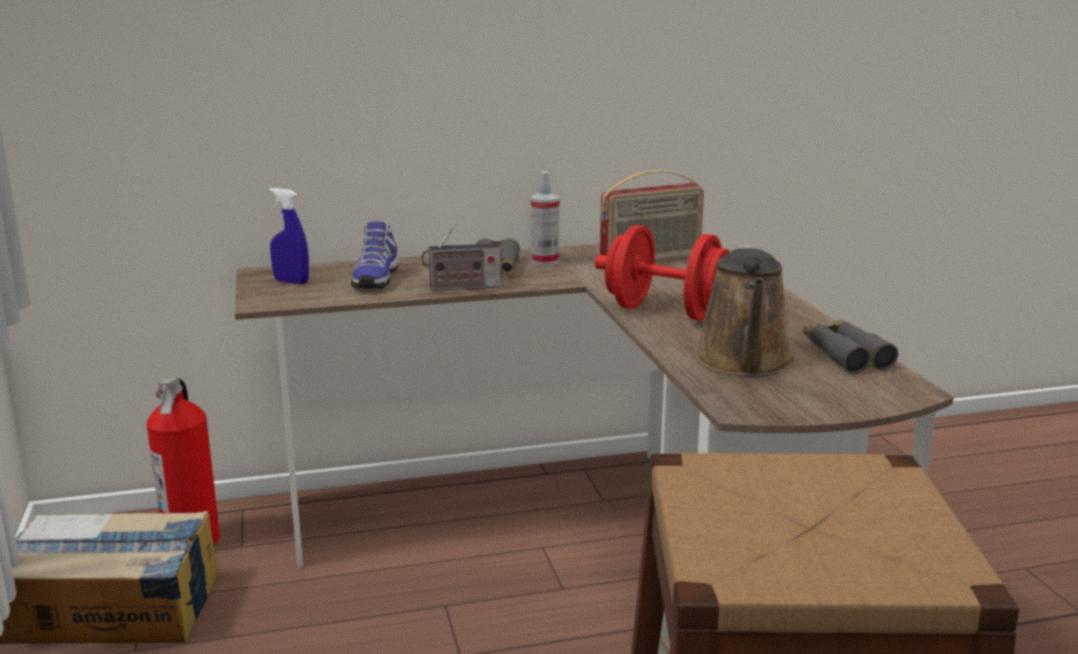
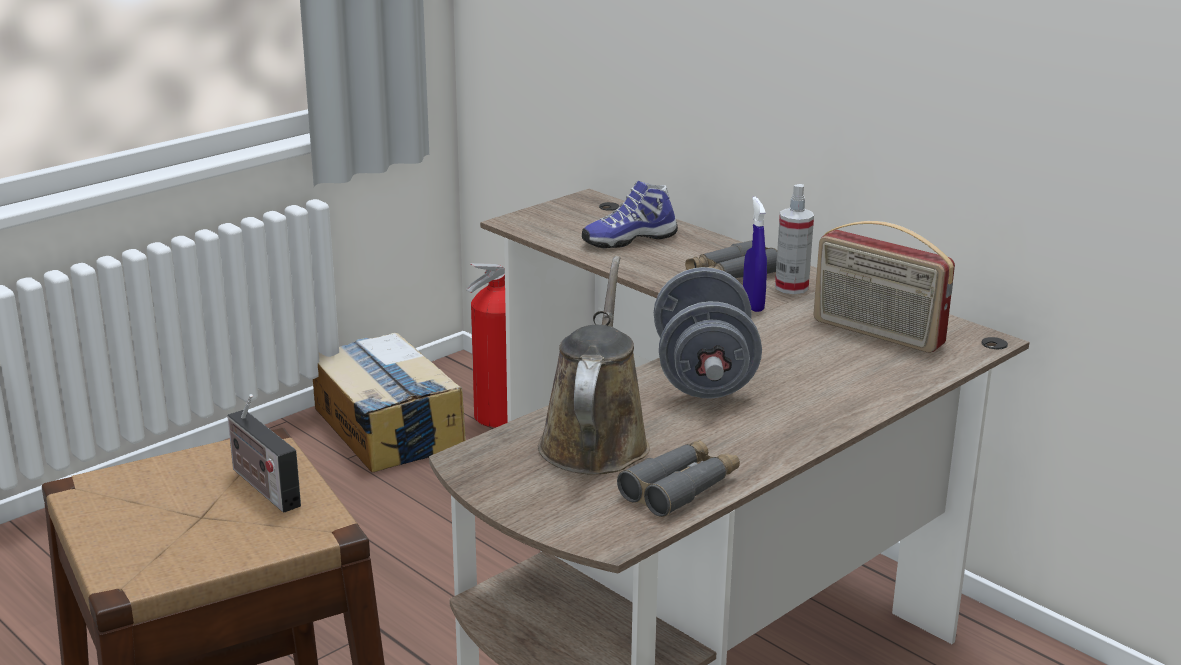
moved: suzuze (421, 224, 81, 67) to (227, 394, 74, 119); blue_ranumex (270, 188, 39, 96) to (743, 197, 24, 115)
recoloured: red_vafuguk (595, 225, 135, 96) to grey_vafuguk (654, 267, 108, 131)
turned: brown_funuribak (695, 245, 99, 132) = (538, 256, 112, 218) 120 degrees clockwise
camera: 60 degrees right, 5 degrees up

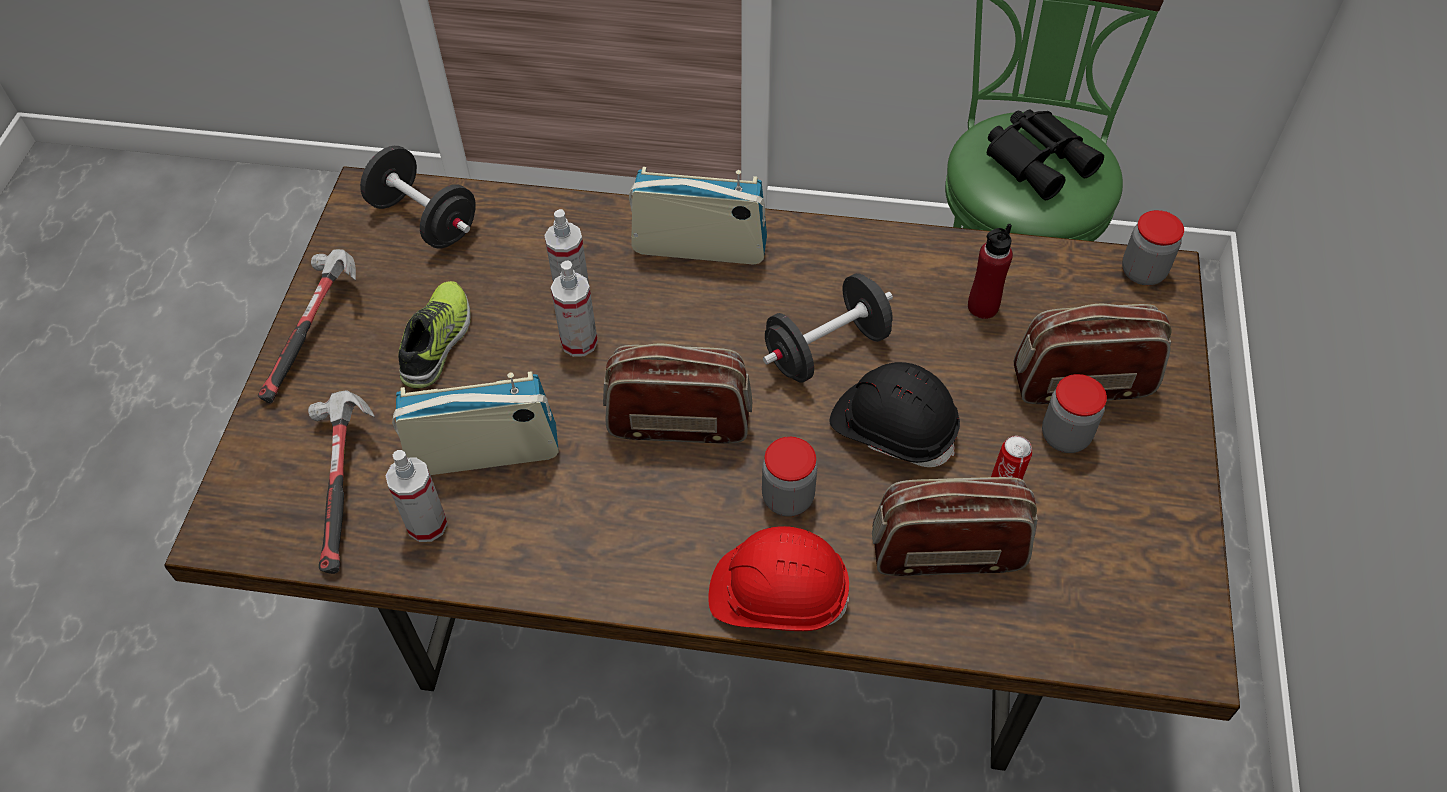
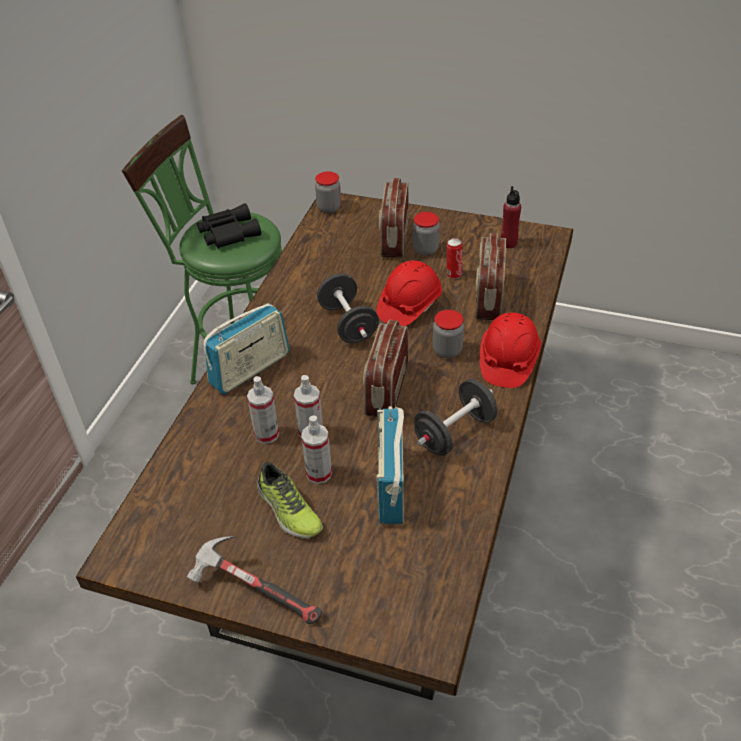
removed: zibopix (308, 390, 67, 184)
moved: ranumex (386, 450, 62, 92) to (301, 415, 31, 69); black_vafuguk (360, 146, 116, 102) to (414, 379, 83, 77); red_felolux (968, 224, 45, 95) to (500, 186, 21, 62)
recoloured: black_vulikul (830, 362, 130, 105) to red_vulikul (377, 260, 65, 66)
turned: suzuze (629, 167, 138, 98) = (203, 303, 87, 91) 150 degrees counterclockwise; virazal (398, 281, 73, 108) = (257, 462, 66, 76) 150 degrees counterclockwise
camera: 80 degrees left, 10 degrees down

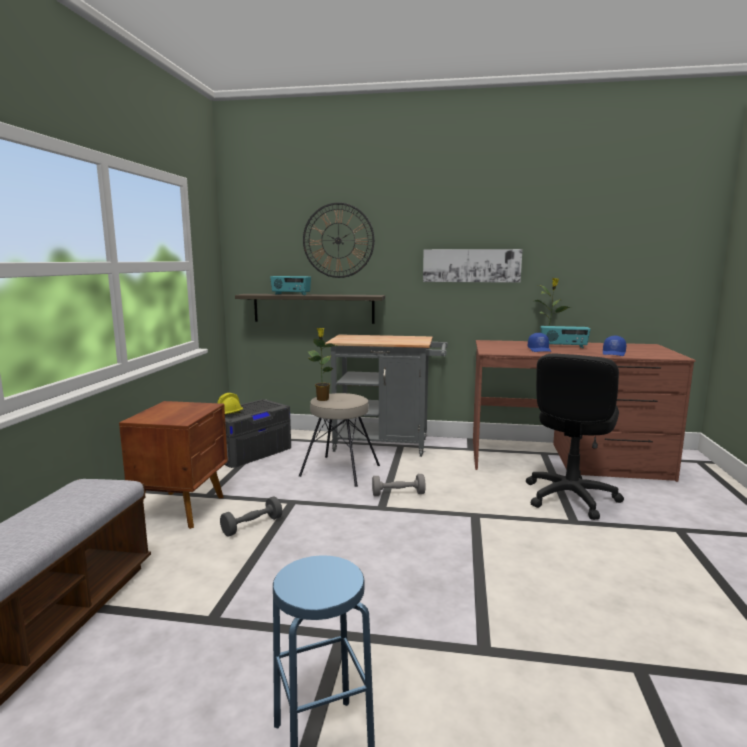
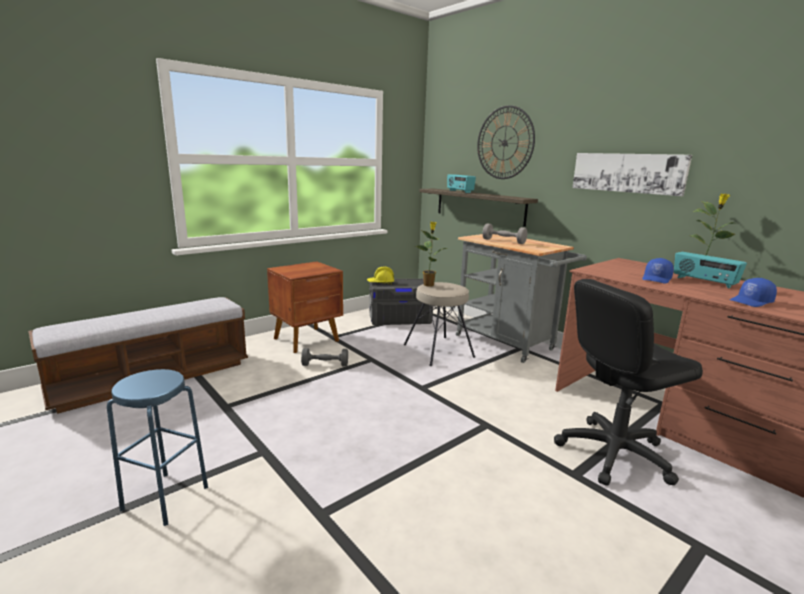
moved: grey_vafuguk (372, 474, 54, 22) to (482, 223, 45, 21)
camera: 40 degrees right, 5 degrees up

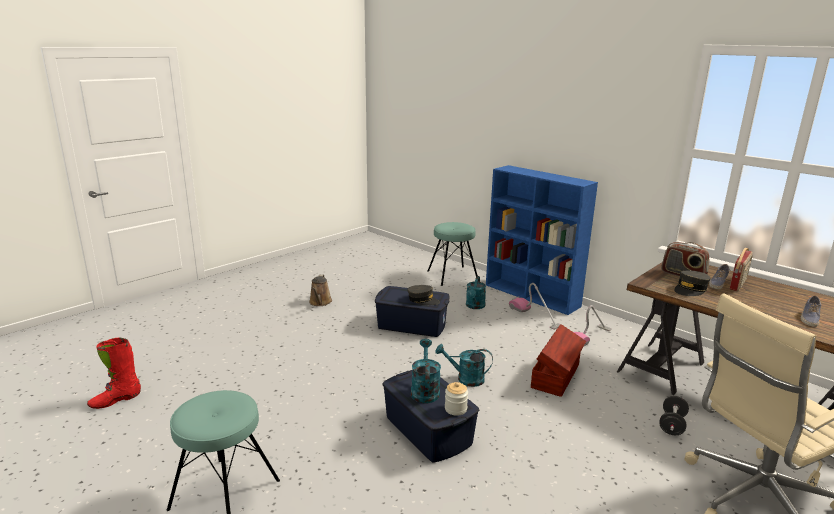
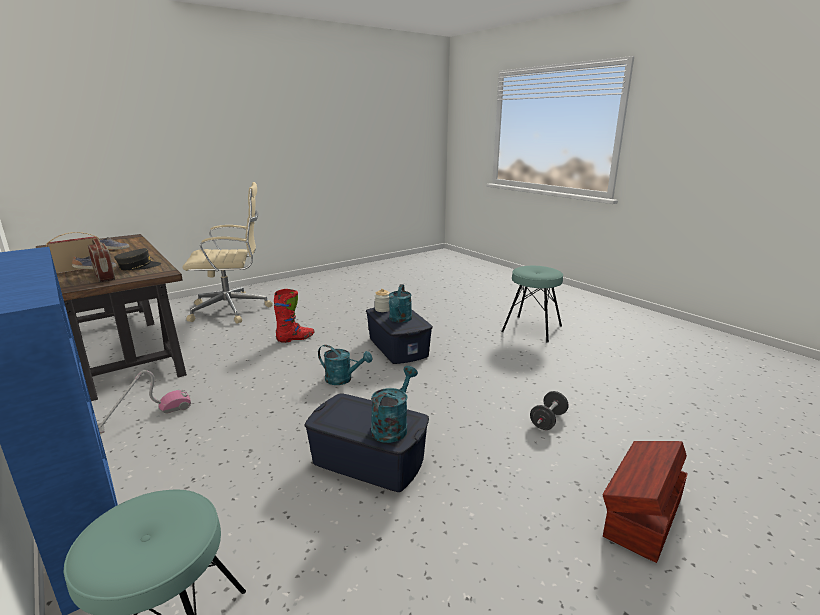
removed: brown_funuribak (309, 274, 23, 32); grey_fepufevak (407, 285, 33, 20); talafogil (509, 283, 51, 47)
moved: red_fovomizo (87, 338, 54, 71) to (274, 289, 41, 54); turquoise_funuribak (466, 276, 20, 33) to (371, 366, 47, 77); black_vafuguk (659, 396, 30, 39) to (530, 391, 39, 39); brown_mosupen (531, 324, 55, 73) to (602, 441, 86, 122)
camera: 170 degrees left, 0 degrees up

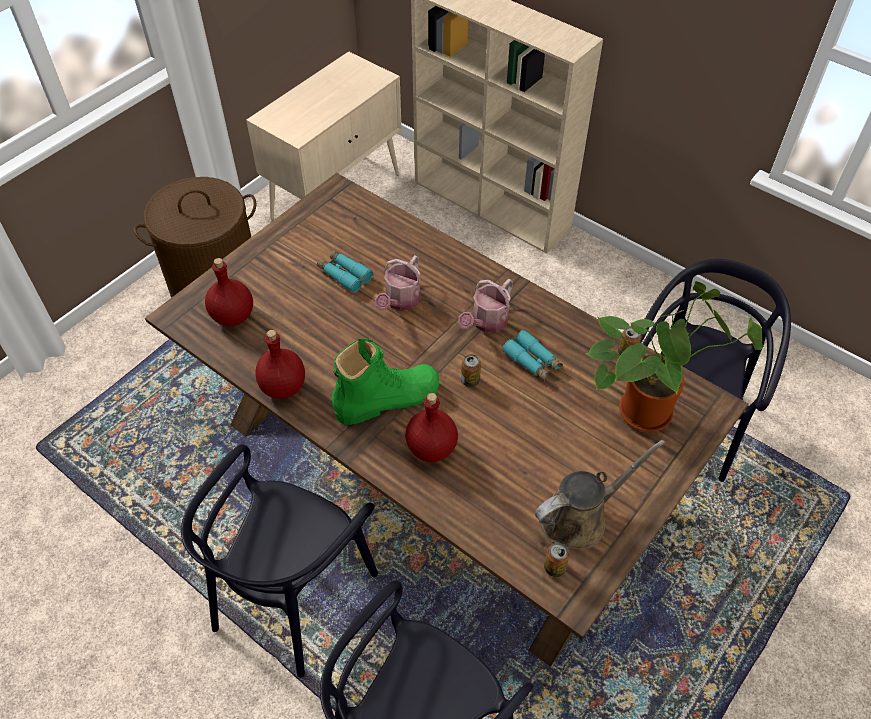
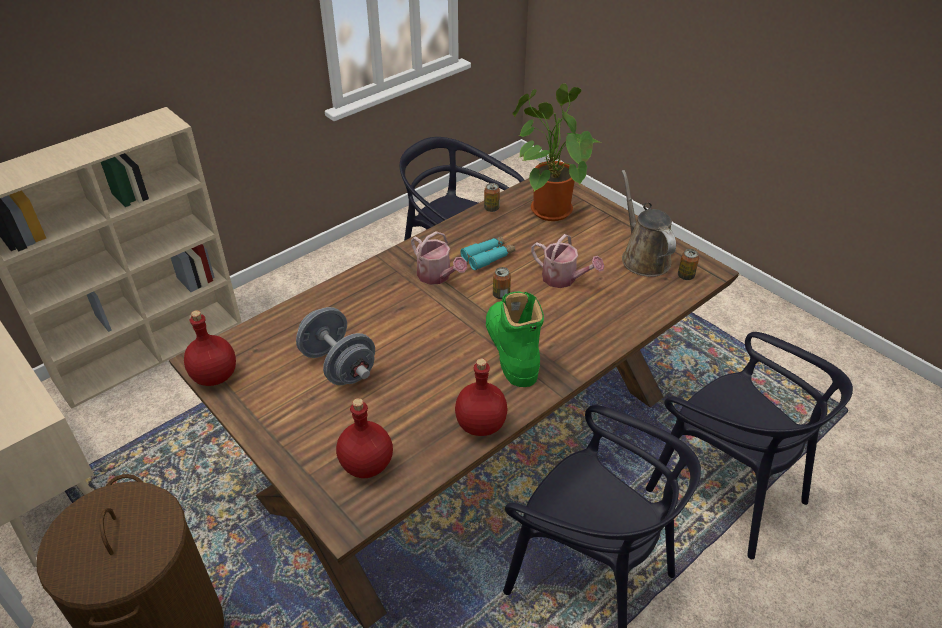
moved: red_felolux (405, 393, 53, 69) to (184, 310, 52, 76); funuribak (375, 255, 46, 56) to (531, 234, 73, 54)
replaced: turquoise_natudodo (317, 250, 56, 43) to grey_vafuguk (296, 307, 79, 78)
camera: 80 degrees left, 10 degrees down

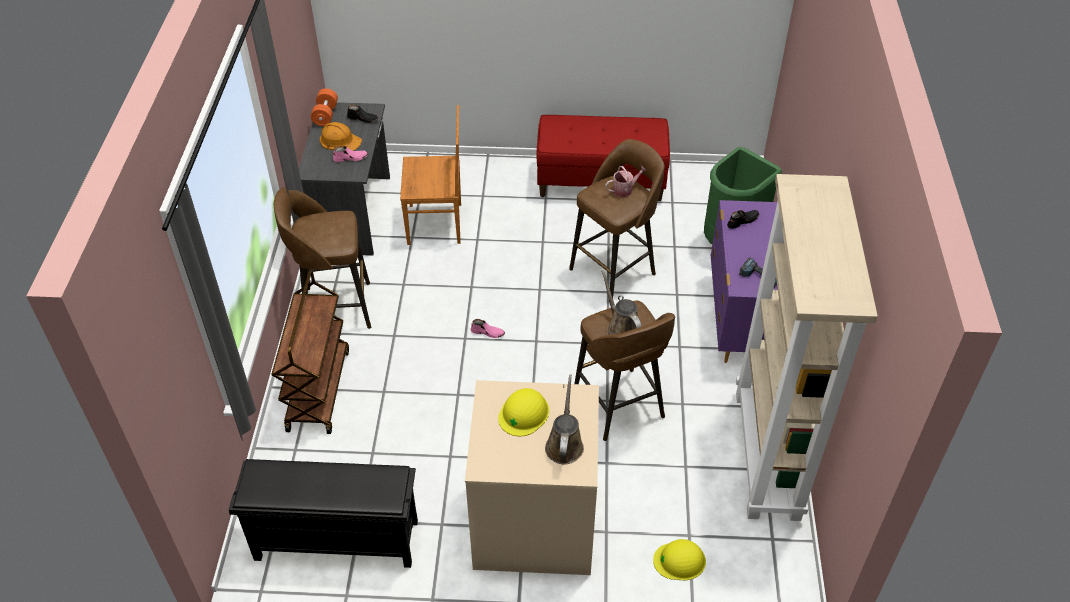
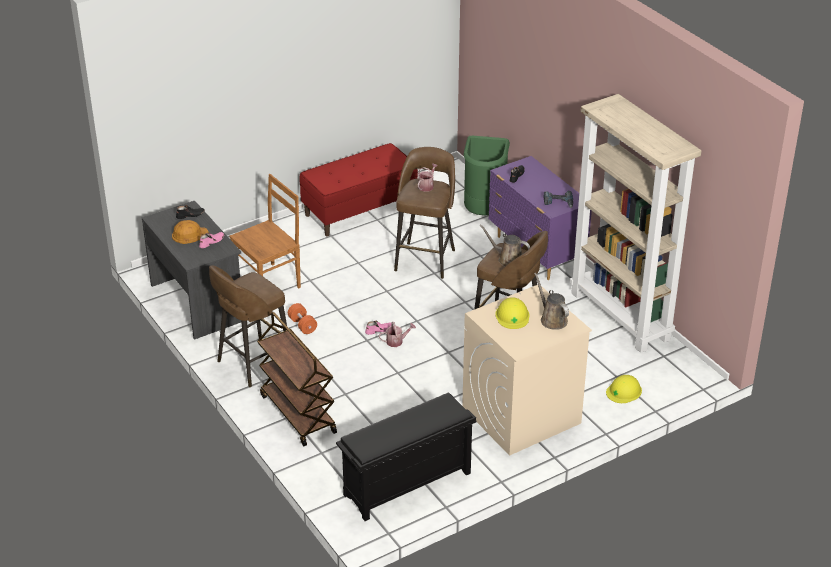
added: funuribak (379, 322, 37, 25)
moved: orange_vafuguk (311, 88, 27, 38) to (288, 303, 29, 31)
camera: 35 degrees left, 10 degrees down

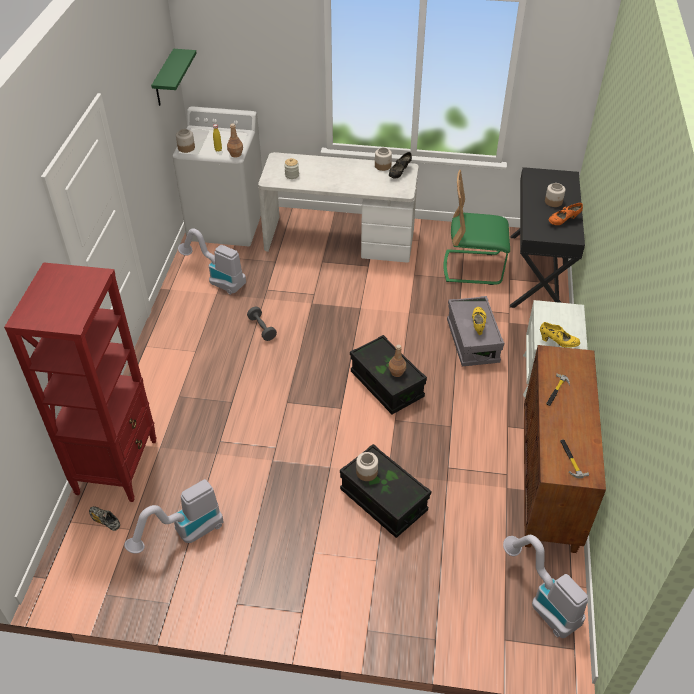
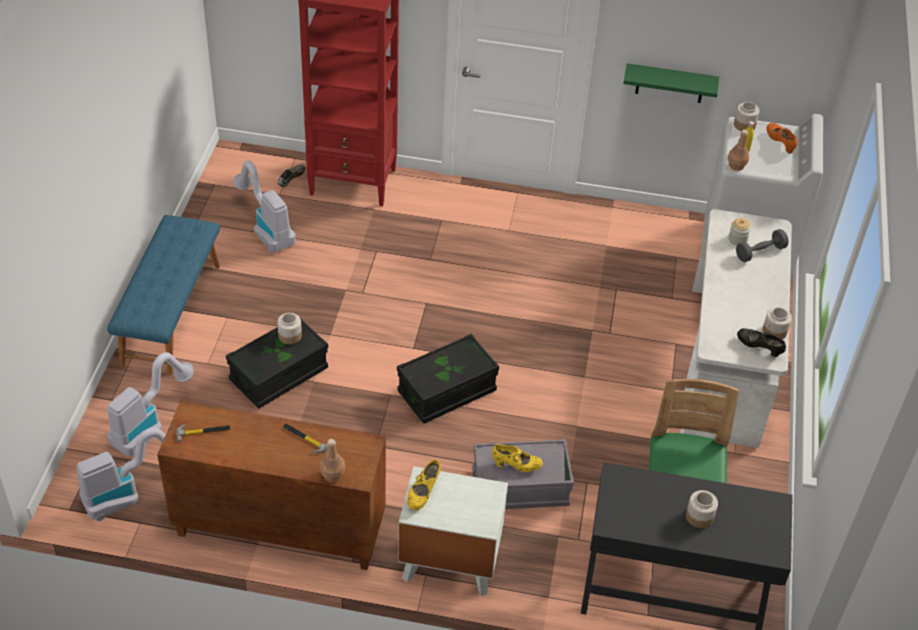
added: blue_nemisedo (107, 215, 113, 160)
moved: talafogil (178, 228, 68, 67) to (107, 352, 87, 104); brown_felolux (388, 345, 18, 32) to (320, 439, 25, 43); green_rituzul (151, 49, 46, 57) to (623, 63, 96, 40); grey_vafuguk (247, 306, 30, 35) to (736, 229, 53, 33); orange_virazal (549, 203, 34, 22) to (767, 123, 30, 31)
camera: 90 degrees right, 0 degrees up

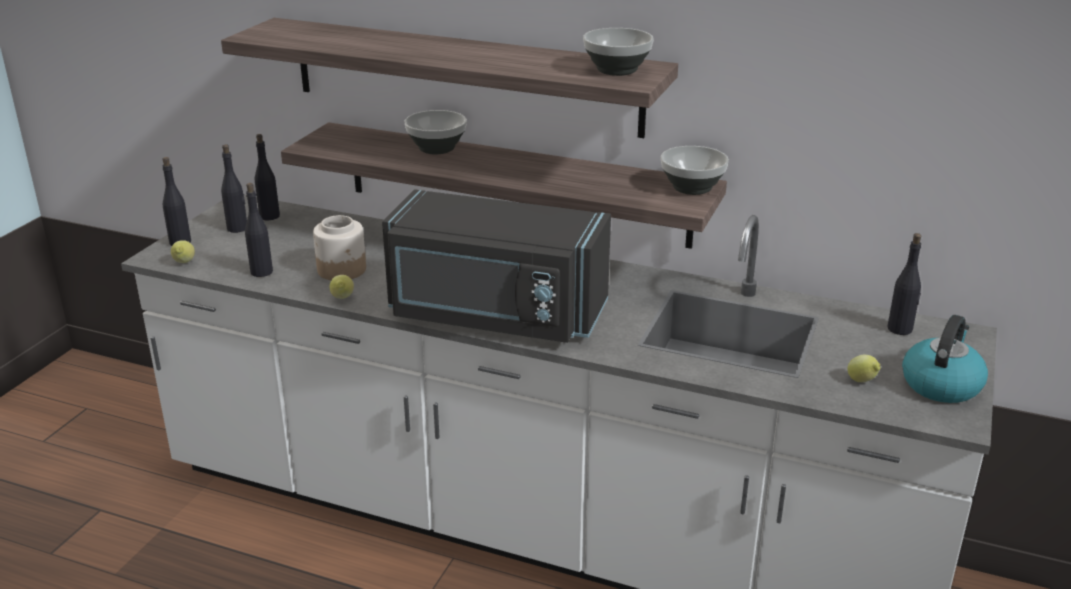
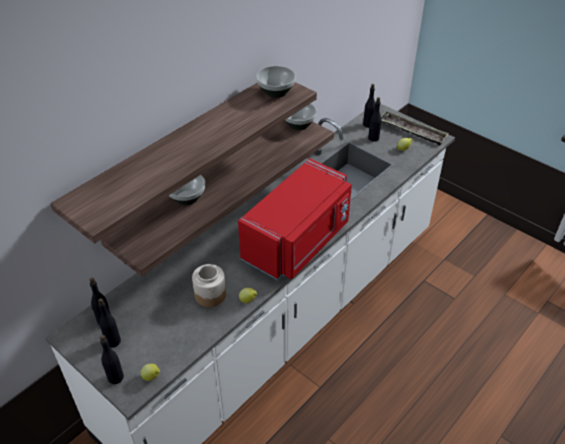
moved: black_felolux (245, 183, 28, 94) to (368, 97, 13, 45)
replaced: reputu (902, 315, 86, 88) to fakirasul (381, 111, 68, 35)
recoloured: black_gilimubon (382, 189, 229, 154) to red_gilimubon (238, 158, 114, 122)
camera: 70 degrees left, 15 degrees up

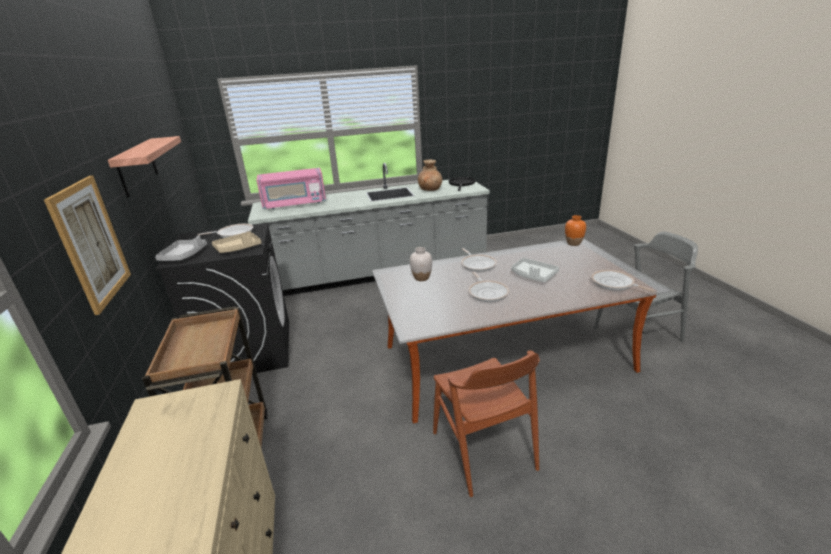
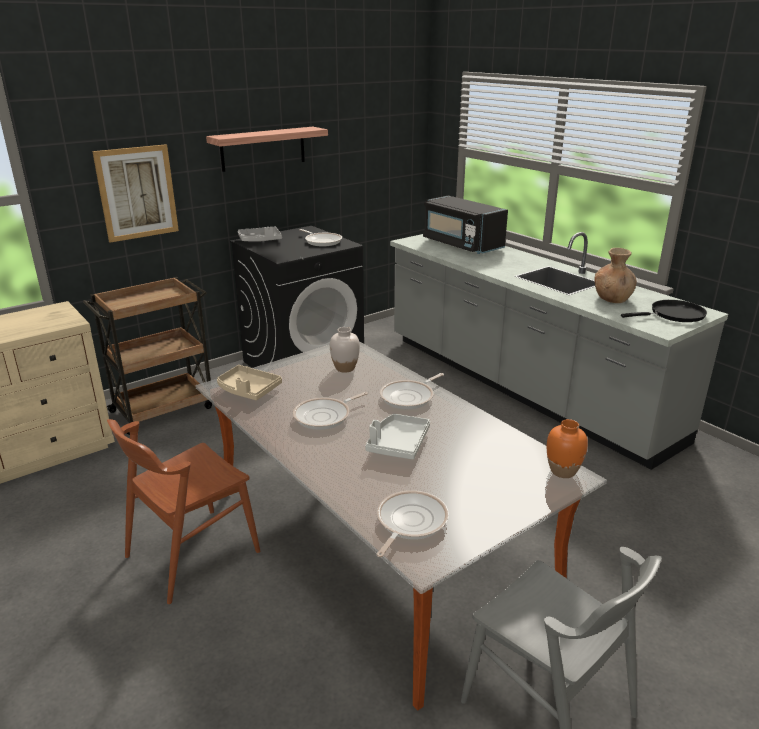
moved: beige_fakirasul (212, 232, 50, 21) to (217, 365, 65, 35)
recoloured: pink_gilimubon (256, 168, 70, 41) to black_gilimubon (423, 195, 85, 59)
camera: 65 degrees right, 0 degrees up

